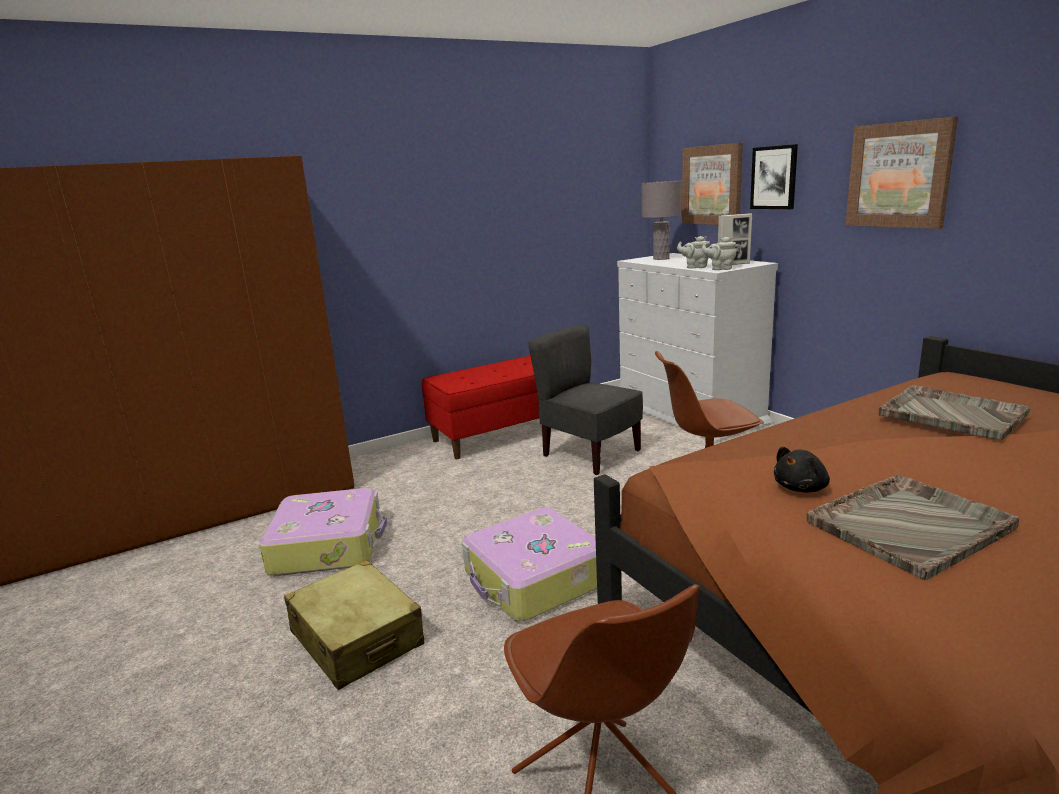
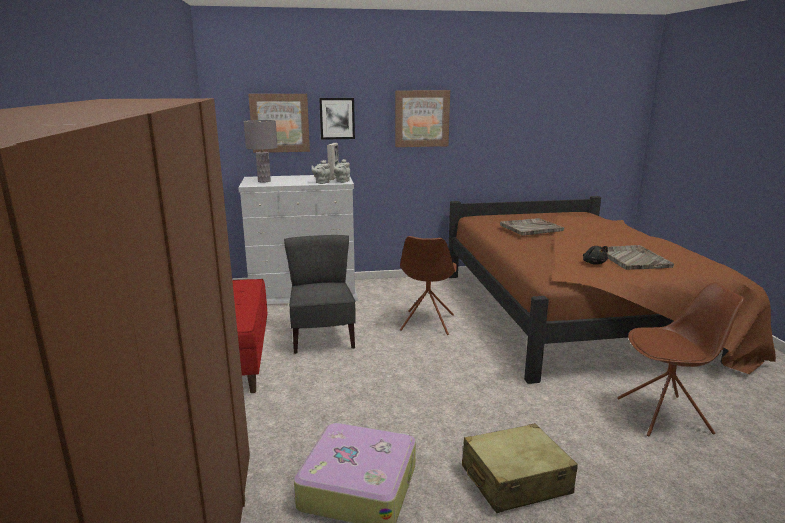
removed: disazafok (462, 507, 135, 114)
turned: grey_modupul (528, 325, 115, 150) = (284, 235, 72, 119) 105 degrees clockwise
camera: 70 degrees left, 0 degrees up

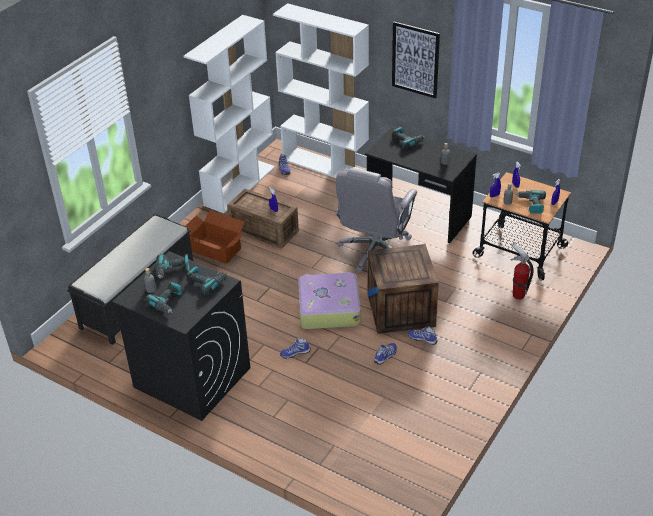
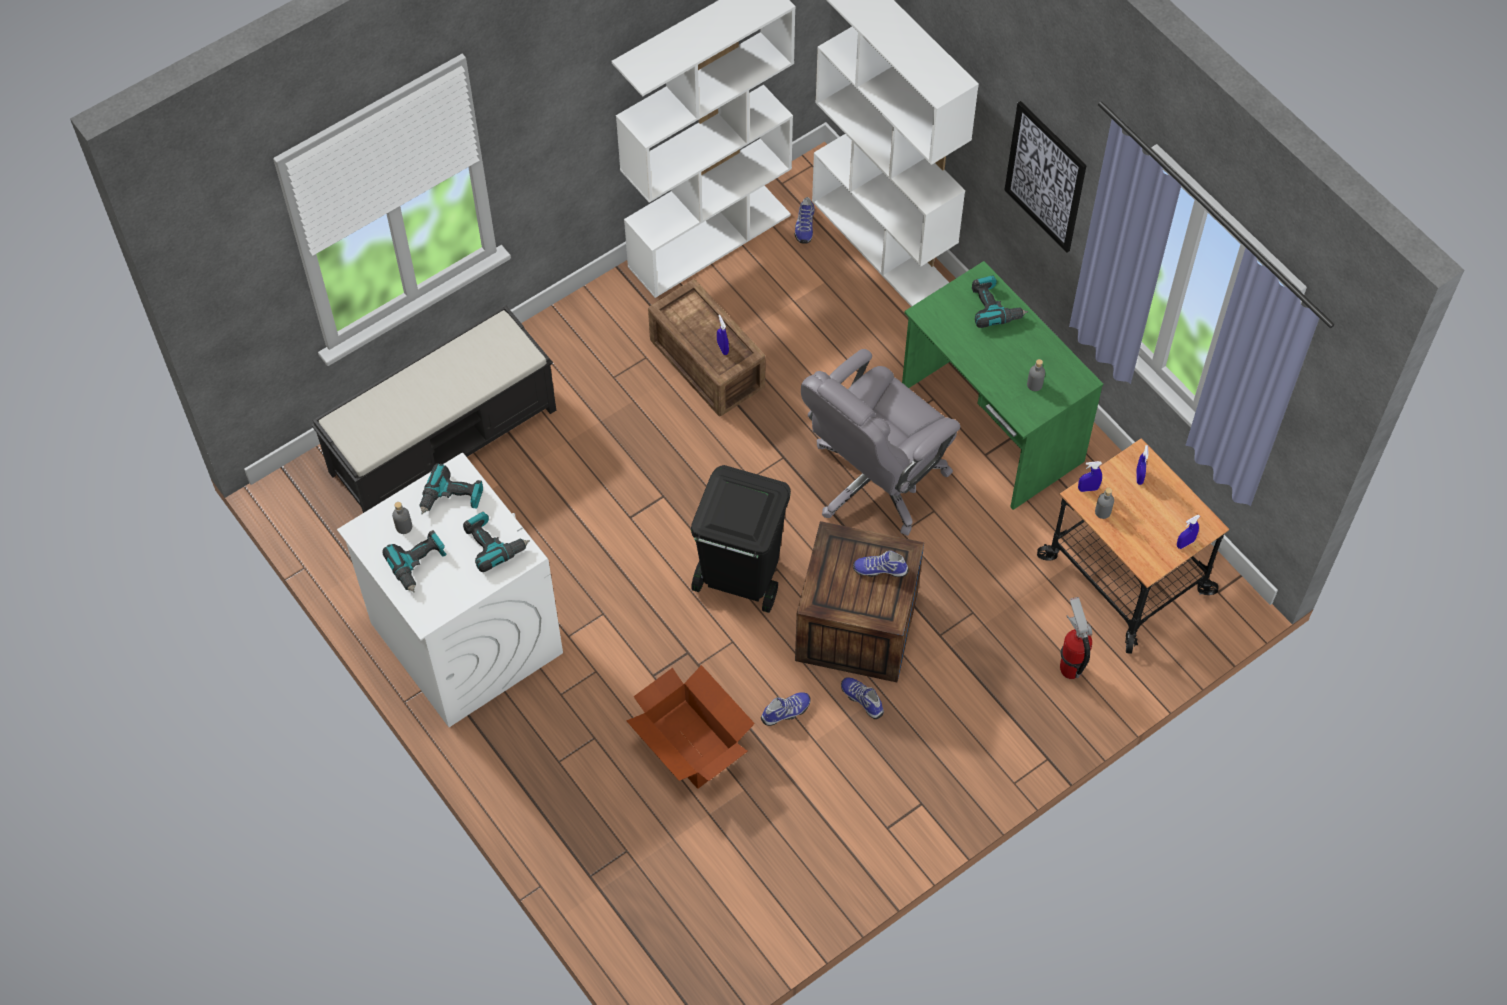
removed: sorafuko (515, 190, 31, 24)
moved: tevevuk (186, 210, 60, 54) to (626, 665, 129, 124); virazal (280, 338, 31, 21) to (853, 550, 56, 27)
replaced: disazafok (298, 272, 63, 57) to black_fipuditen (691, 465, 100, 148)
recoloured: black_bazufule (112, 251, 138, 170) to white_bazufule (337, 453, 226, 274); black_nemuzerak (365, 128, 112, 115) to green_nemuzerak (902, 261, 201, 249)
camera: 20 degrees right, 20 degrees up

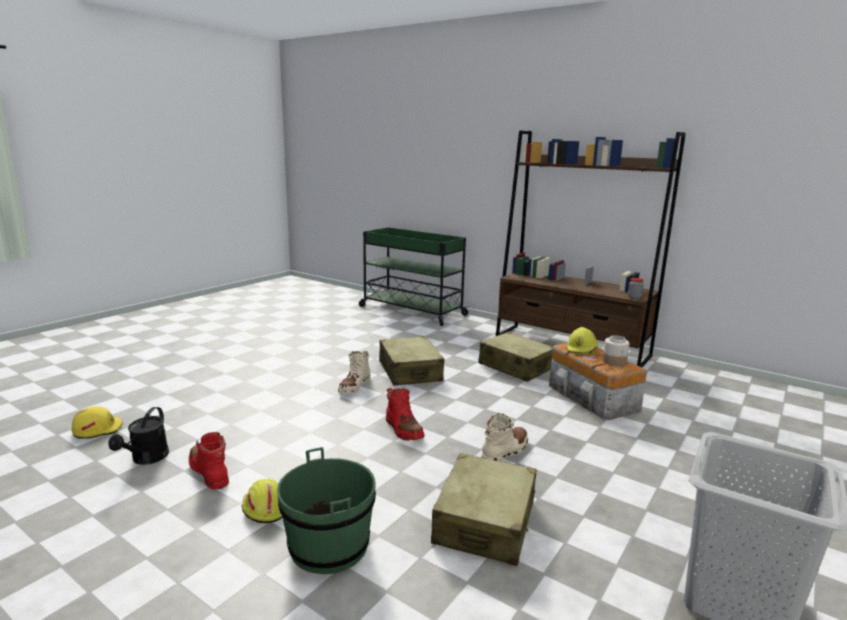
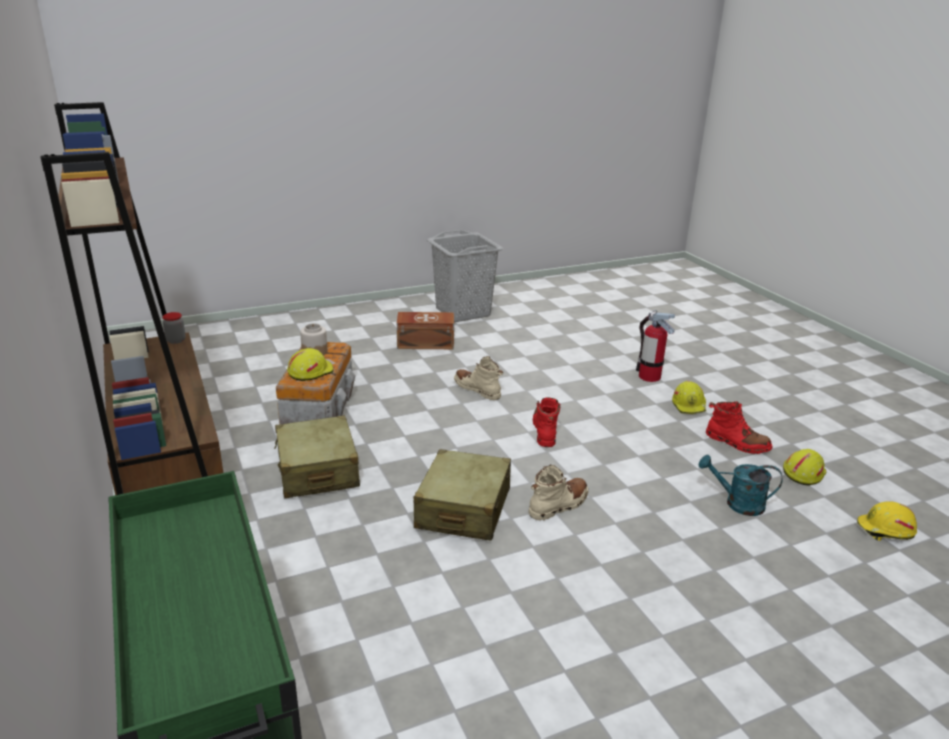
removed: beige_disazafok (431, 453, 106, 113)
added: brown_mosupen (397, 312, 57, 37); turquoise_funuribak (698, 455, 84, 61)
replaced: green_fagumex (277, 447, 99, 127) to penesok (636, 310, 39, 72); black_funuribak (109, 407, 60, 58) to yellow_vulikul (783, 449, 43, 37)
turned: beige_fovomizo (481, 413, 47, 49) = (454, 356, 49, 44) 60 degrees clockwise; red_fovomizo (189, 432, 40, 58) = (706, 401, 66, 53) 45 degrees counterclockwise
camera: 150 degrees left, 10 degrees up

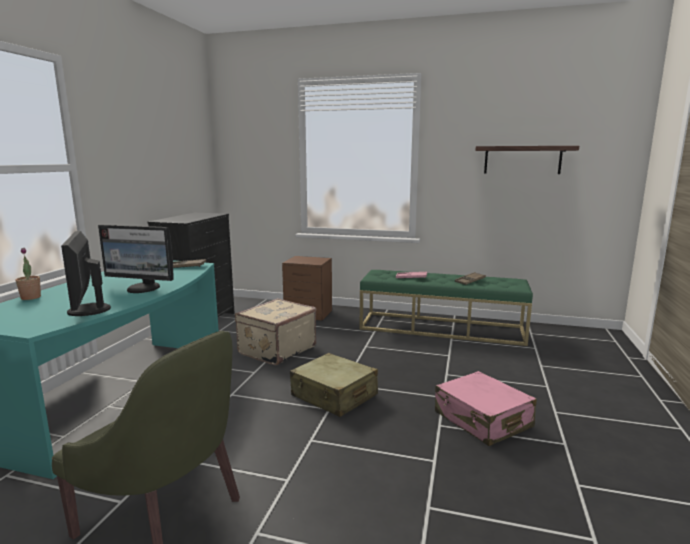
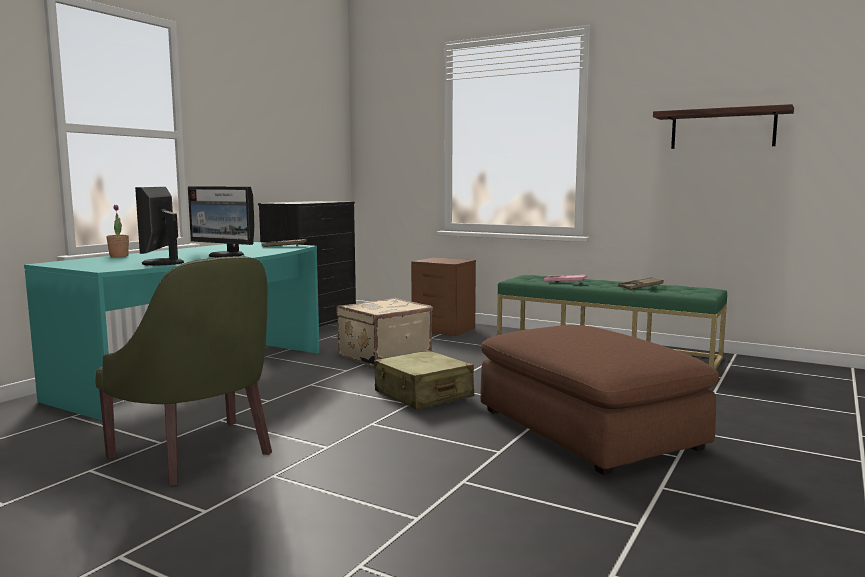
replaced: pink_disazafok (435, 371, 102, 75) to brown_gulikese (480, 325, 239, 150)
camera: 15 degrees right, 5 degrees down

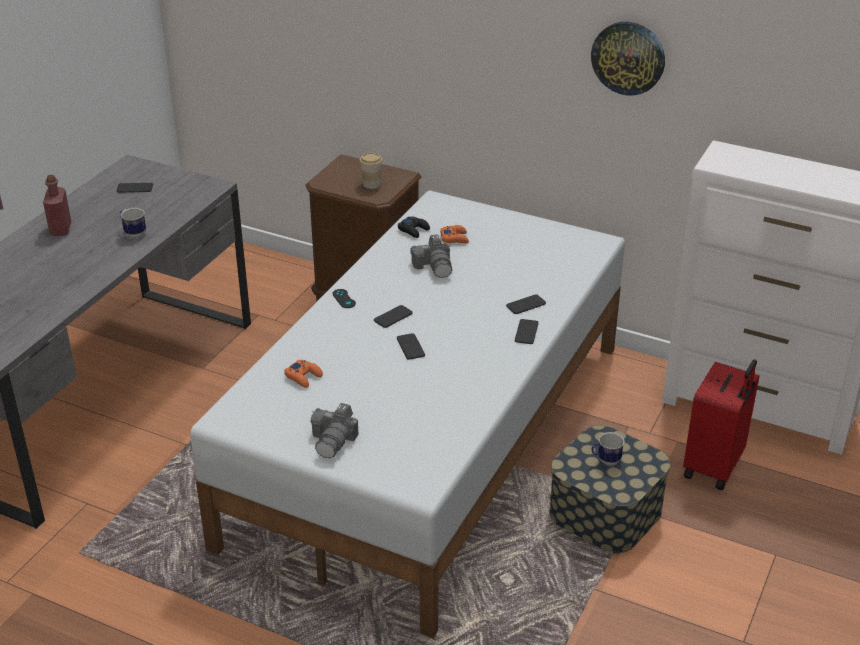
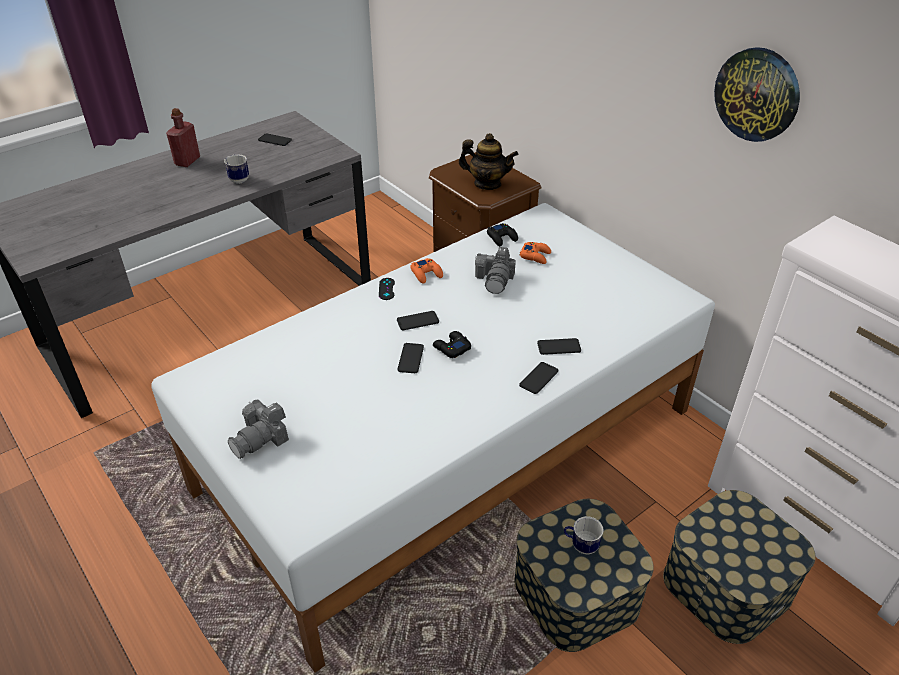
added: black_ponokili (433, 331, 38, 27)
moved: orange_ponokili (284, 360, 39, 28) to (410, 258, 33, 26)
replaced: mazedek (359, 153, 24, 36) to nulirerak (459, 133, 59, 57); red_disazafok (683, 359, 76, 131) to mosupen (663, 490, 153, 154)
camera: 25 degrees right, 5 degrees up

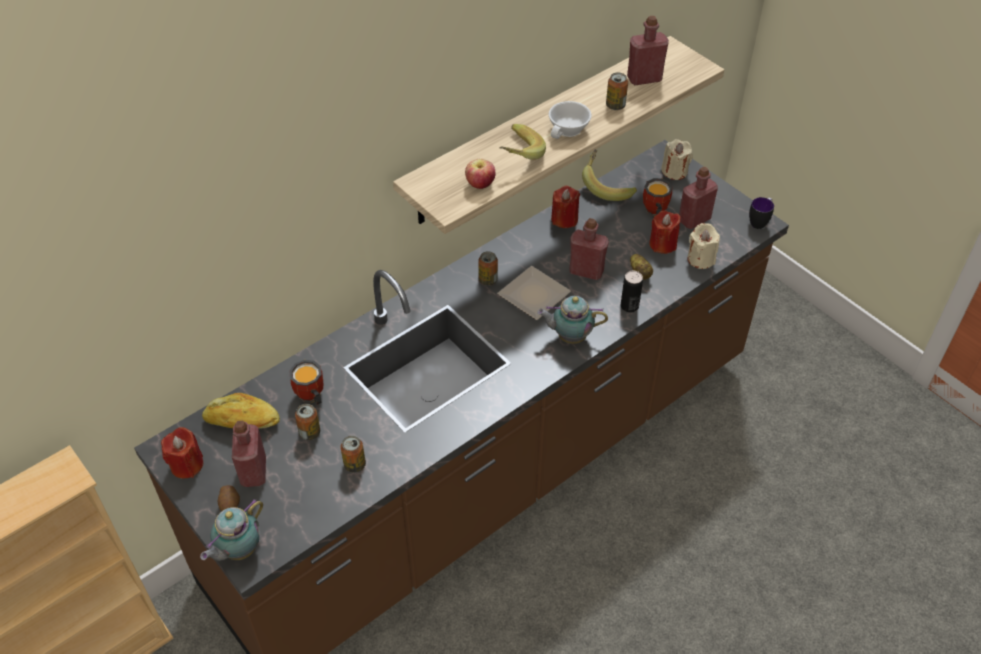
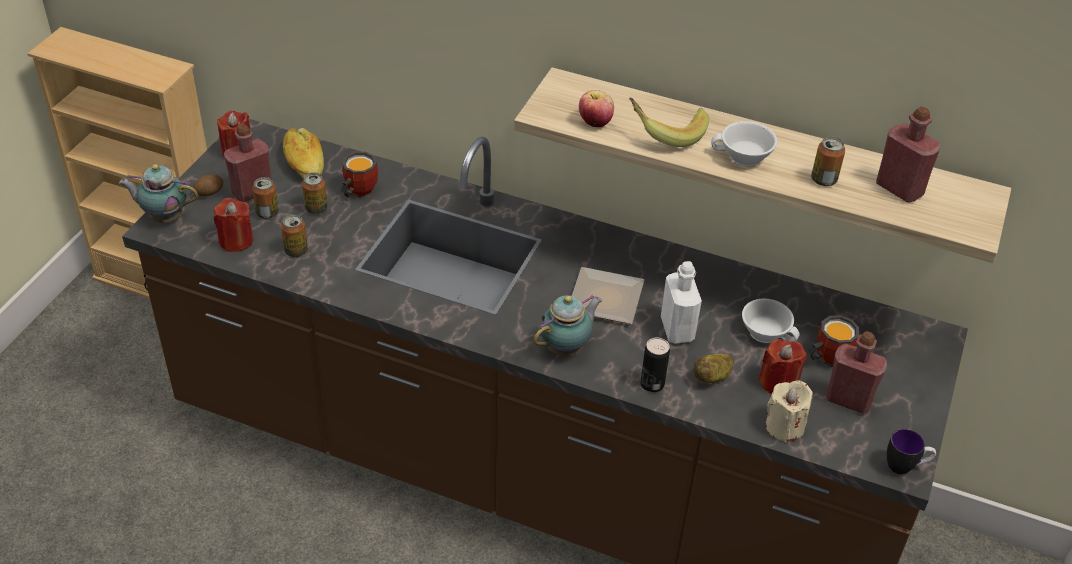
removed: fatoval (582, 149, 55, 52); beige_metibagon (661, 139, 32, 41)
added: white_mazedek (742, 299, 57, 44)
moved: red_metibagon (551, 186, 29, 42) to (214, 198, 39, 54); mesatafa (478, 251, 20, 35) to (252, 177, 27, 42)
recoloured: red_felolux (569, 218, 40, 62) to white_felolux (661, 261, 41, 82)
turned: nulirerak (537, 296, 71, 48) = (533, 295, 69, 61) 75 degrees clockwise
camera: 60 degrees right, 5 degrees down

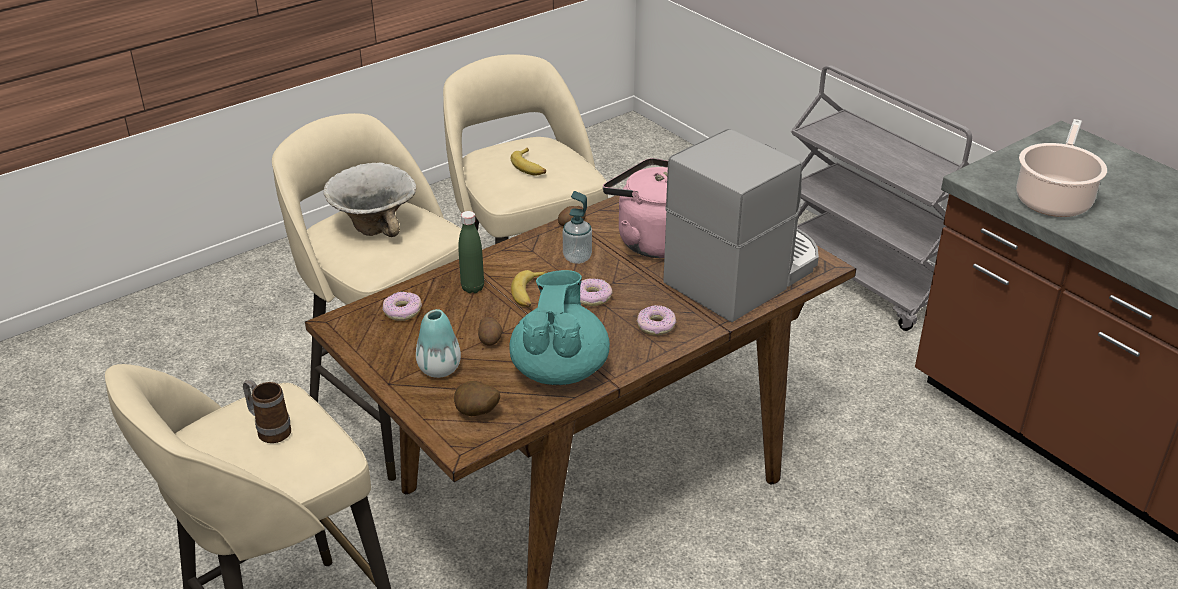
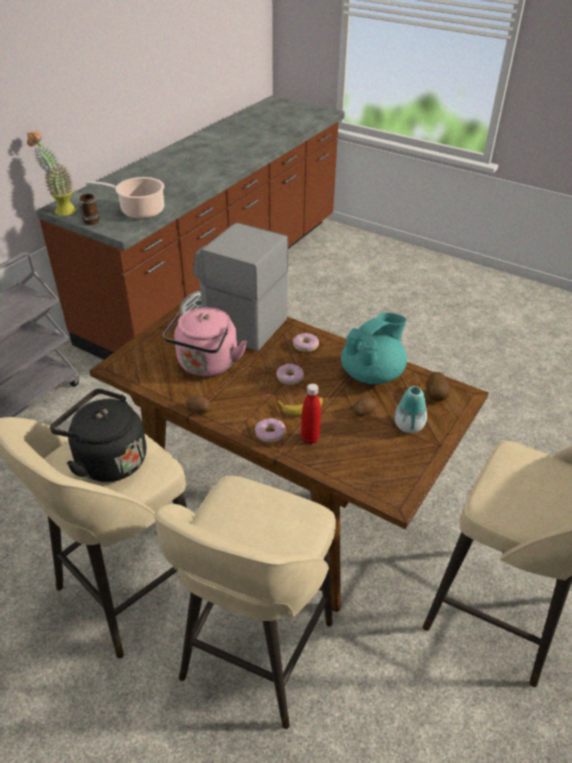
removed: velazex (323, 162, 93, 75); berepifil (563, 191, 29, 73)
added: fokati (26, 131, 50, 85)
moved: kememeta (243, 379, 48, 64) to (79, 194, 21, 31); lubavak (382, 291, 40, 30) to (255, 418, 31, 25)
replaced: fatoval (511, 148, 35, 28) to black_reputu (50, 388, 96, 94)
recoloured: green_felolux (458, 211, 26, 82) to red_felolux (301, 383, 20, 61)
turned: turquoise_nulirerak (510, 270, 100, 115) = (341, 313, 66, 71) 150 degrees clockwise
camera: 110 degrees left, 5 degrees up

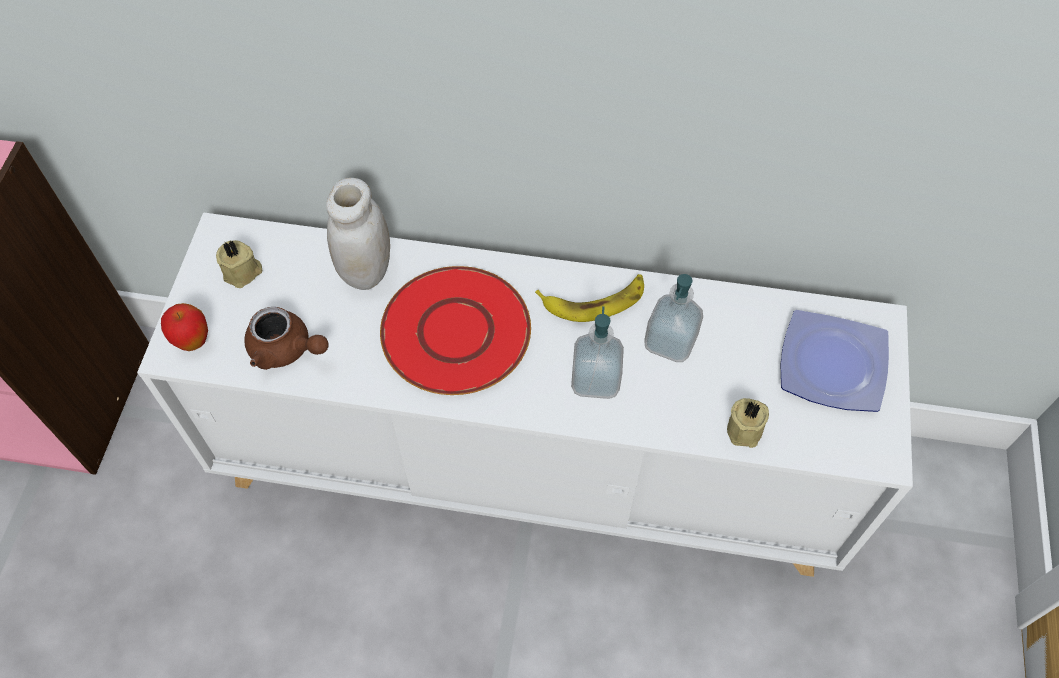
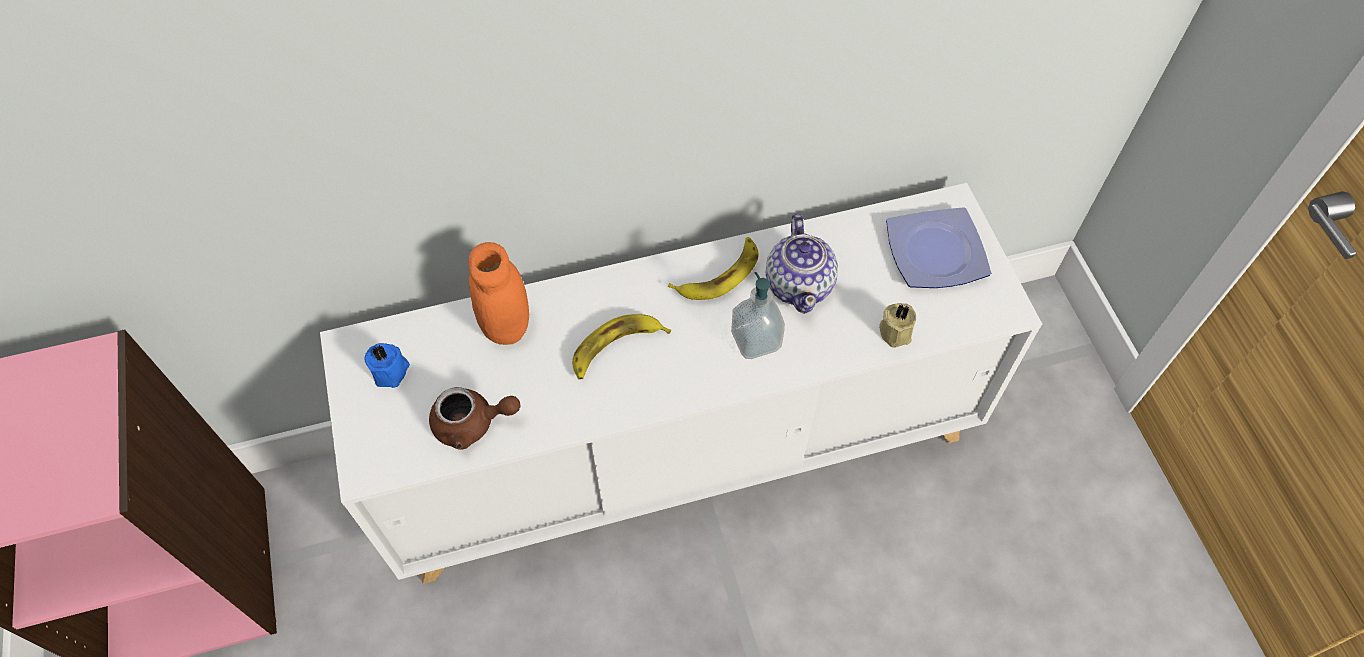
removed: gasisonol (161, 303, 47, 48)
replaced: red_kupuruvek (380, 266, 151, 129) to fatoval (572, 314, 99, 66); berepifil (644, 274, 59, 88) to nulirerak (766, 214, 72, 100)
recoloured: beige_metibagon (216, 240, 46, 48) to blue_metibagon (365, 343, 45, 45); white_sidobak (326, 178, 64, 112) to orange_sidobak (468, 242, 61, 103)
camera: 25 degrees left, 0 degrees up

